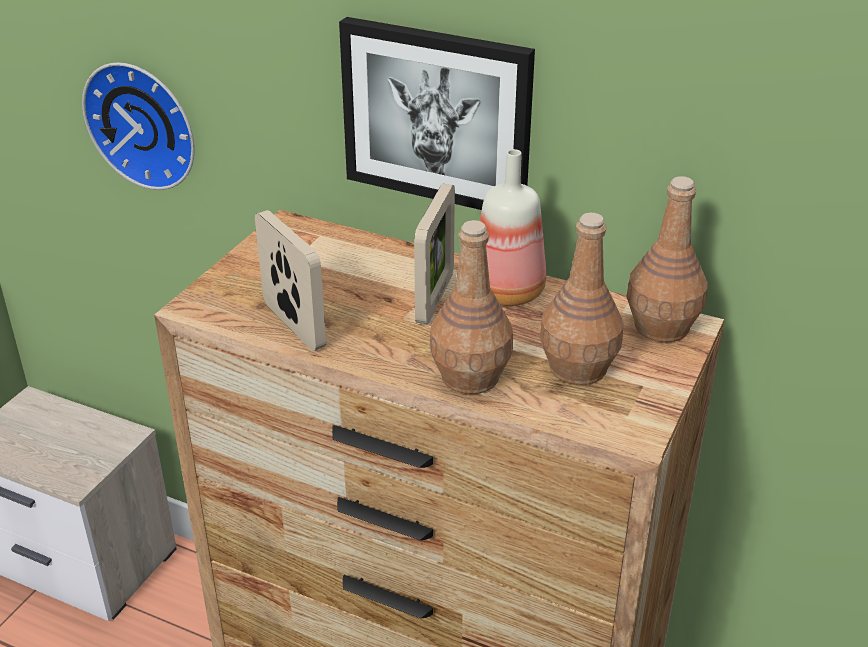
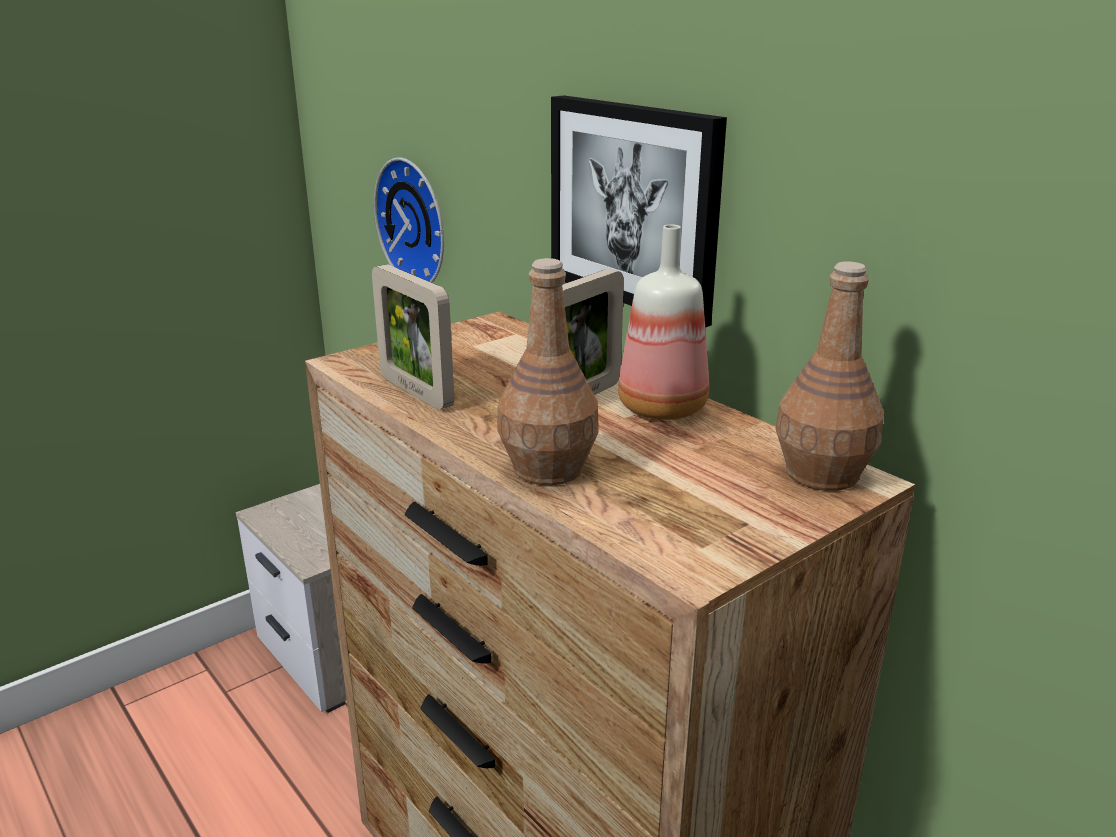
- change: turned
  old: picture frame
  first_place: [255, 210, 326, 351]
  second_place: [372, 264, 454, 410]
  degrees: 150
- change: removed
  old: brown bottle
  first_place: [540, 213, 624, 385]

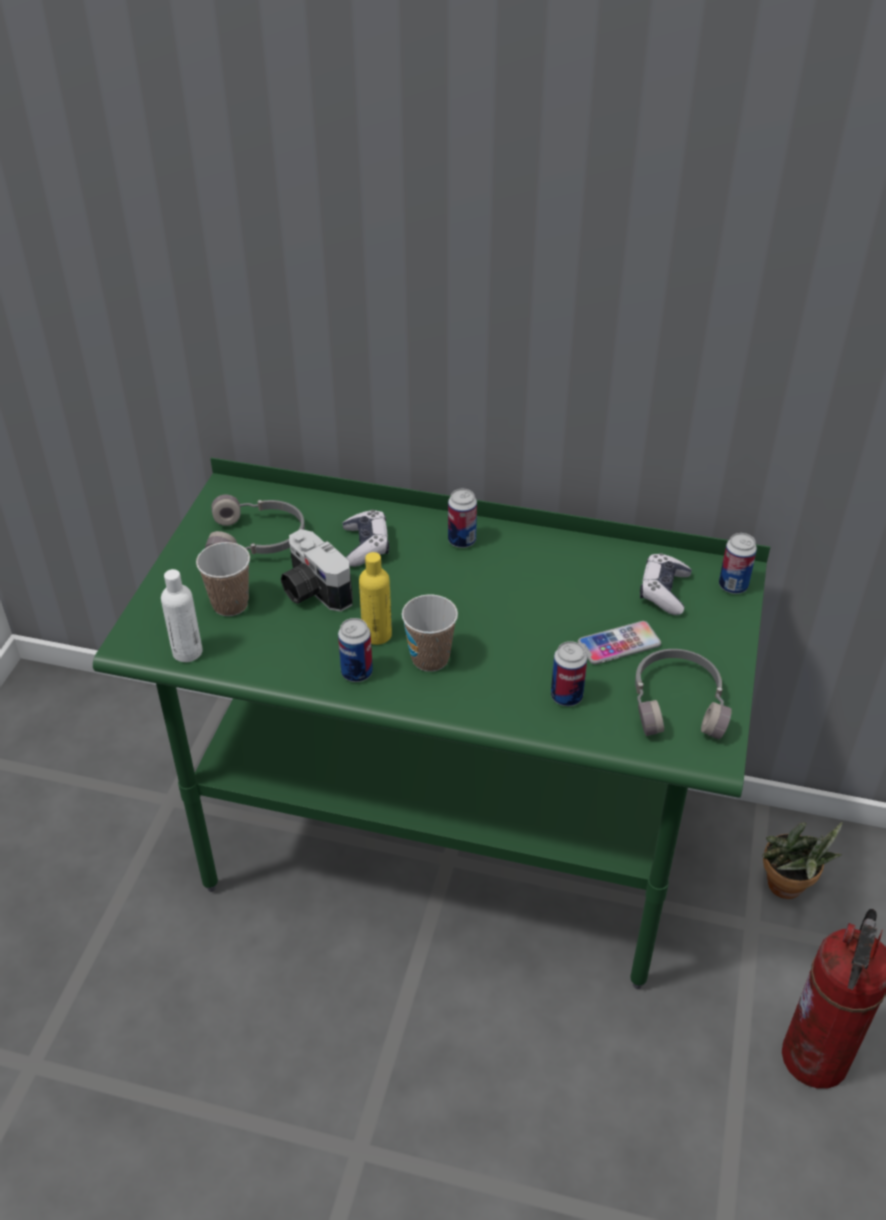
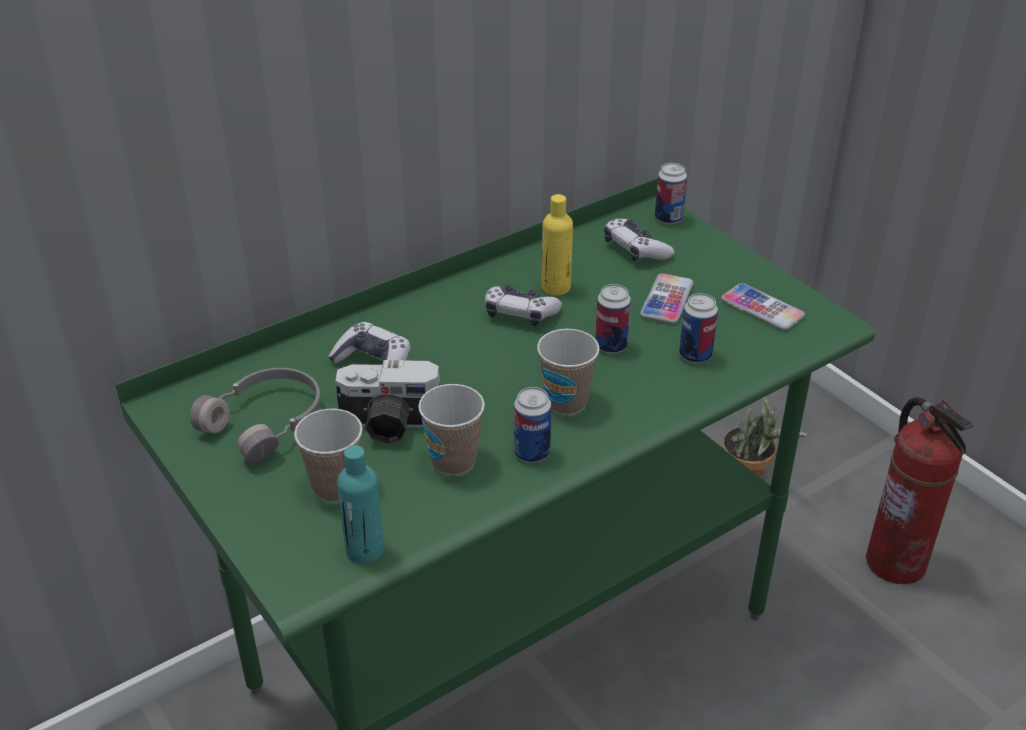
- change: moved
  old: can
  first_place: [448, 489, 477, 548]
  second_place: [595, 284, 631, 354]
- change: moved
  old: yellow bottle
  first_place: [359, 552, 392, 645]
  second_place: [541, 194, 573, 295]
- change: recoloured
  old: white bottle
  new: turquoise bottle
  first_place: [161, 569, 203, 662]
  second_place: [337, 445, 384, 564]
- change: replaced
  old: grey headphones
  new: phone
  first_place: [635, 649, 732, 739]
  second_place: [721, 283, 805, 331]
- change: added
  new: game controller
  second_place: [485, 285, 562, 326]
- change: added
  new: cup
  second_place: [418, 384, 485, 475]

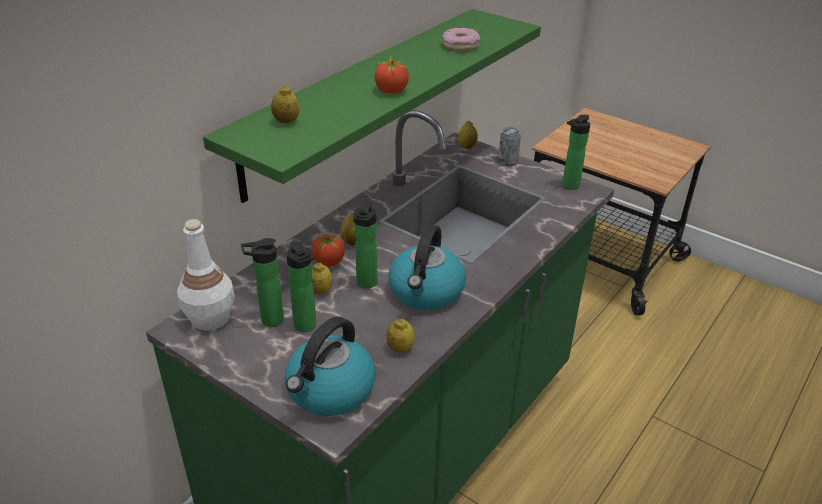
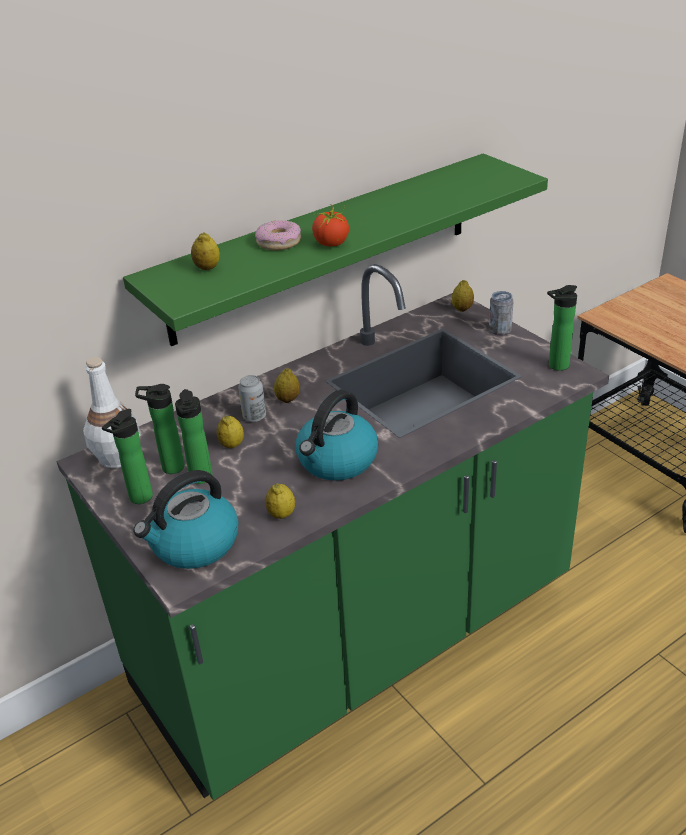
- change: moved
  old: donut
  first_place: [442, 28, 480, 51]
  second_place: [255, 220, 301, 250]
- change: moved
  old: bottle
  first_place: [353, 201, 377, 288]
  second_place: [102, 409, 153, 504]
- change: replaced
  old: tomato
  new: can
  first_place: [311, 227, 345, 266]
  second_place: [238, 375, 266, 422]

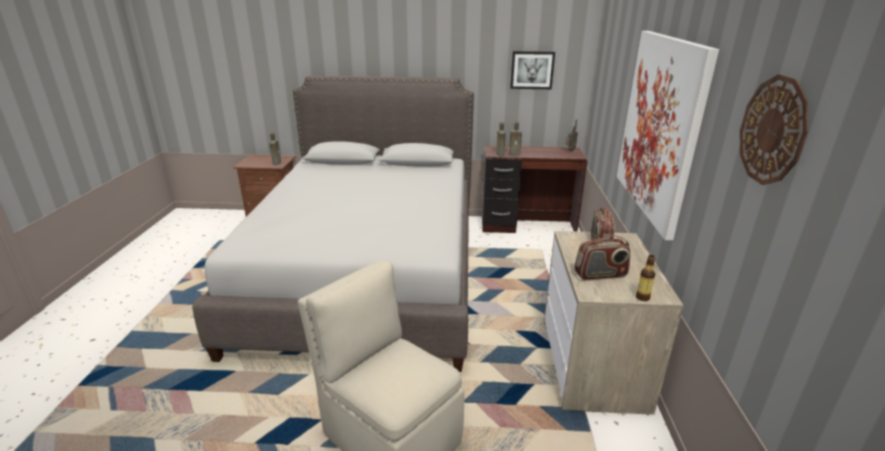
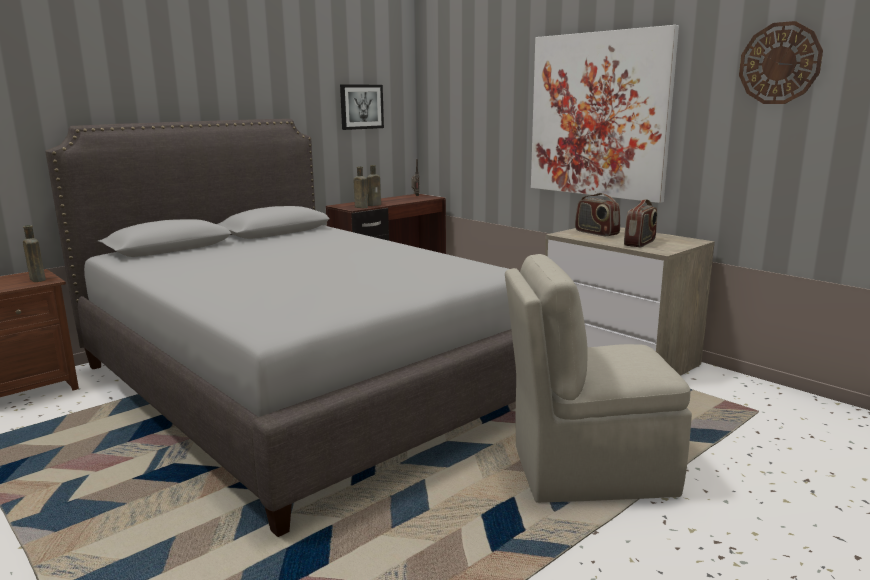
- change: removed
  old: bottle
  first_place: [636, 255, 655, 301]

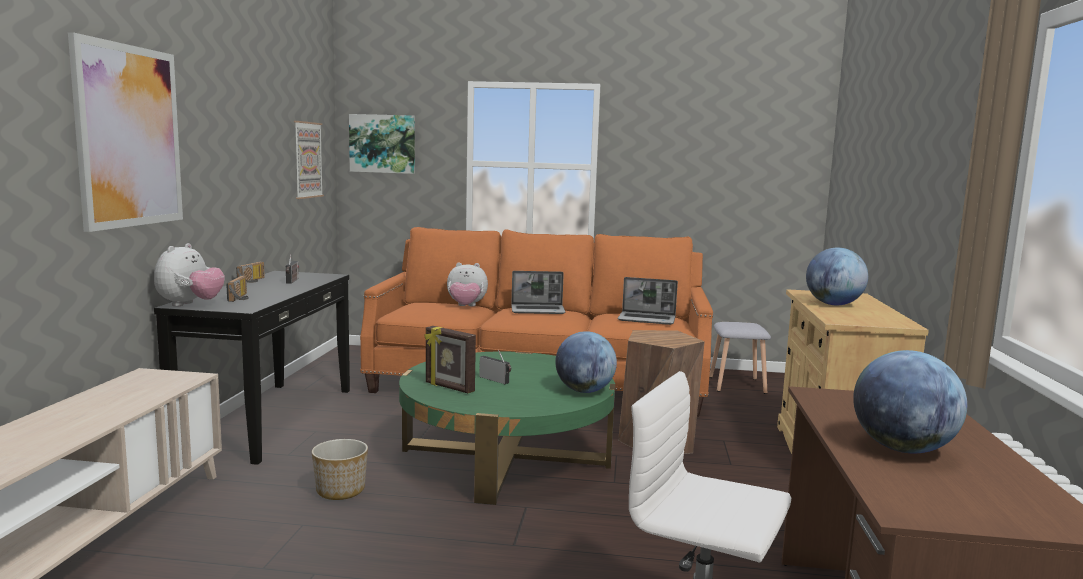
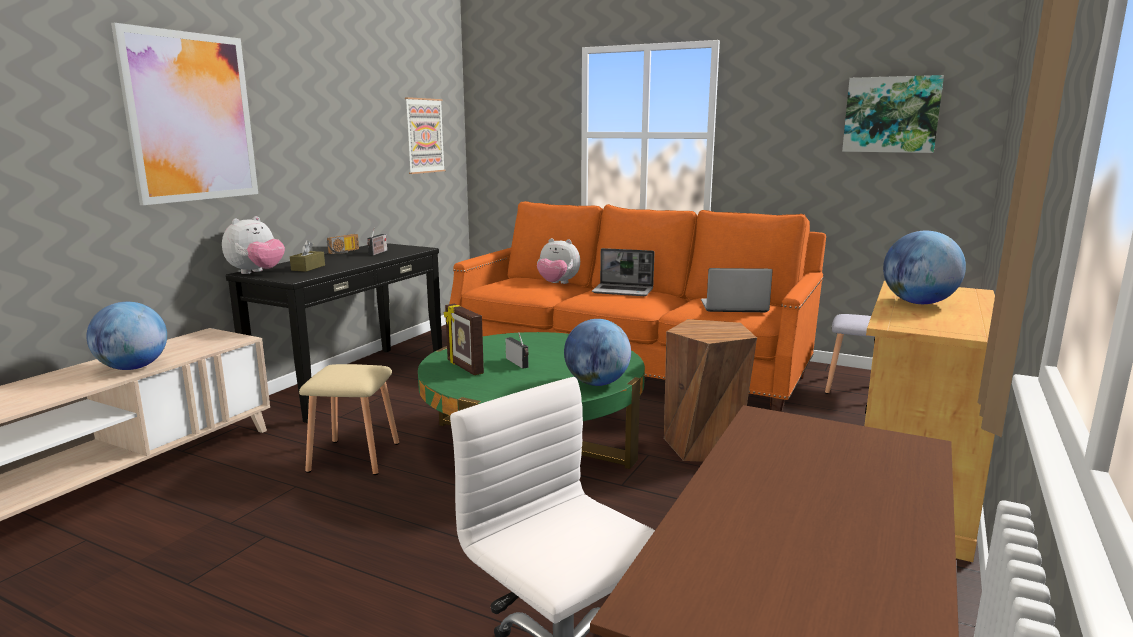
- change: moved
  old: picture
  first_place: [349, 114, 415, 174]
  second_place: [842, 75, 944, 153]
- change: replaced
  old: radio
  new: brown tissue box
  first_place: [226, 276, 249, 302]
  second_place: [290, 240, 325, 272]
- change: turned
  old: laptop
  first_place: [618, 277, 678, 325]
  second_place: [701, 268, 773, 312]
  degrees: 150
- change: moved
  old: globe
  first_place: [853, 350, 967, 453]
  second_place: [86, 302, 167, 370]
- change: replaced
  old: planter
  new: beige stool
  first_place: [312, 439, 368, 500]
  second_place: [299, 364, 399, 475]

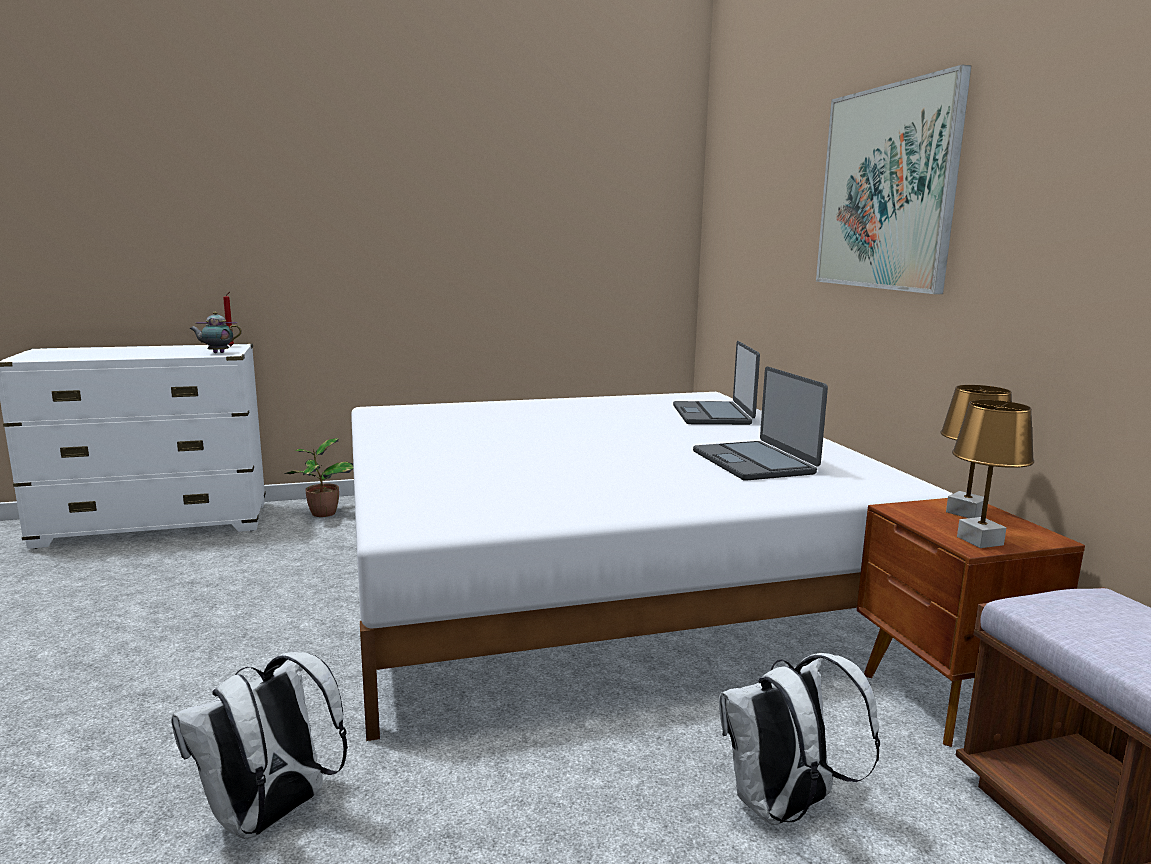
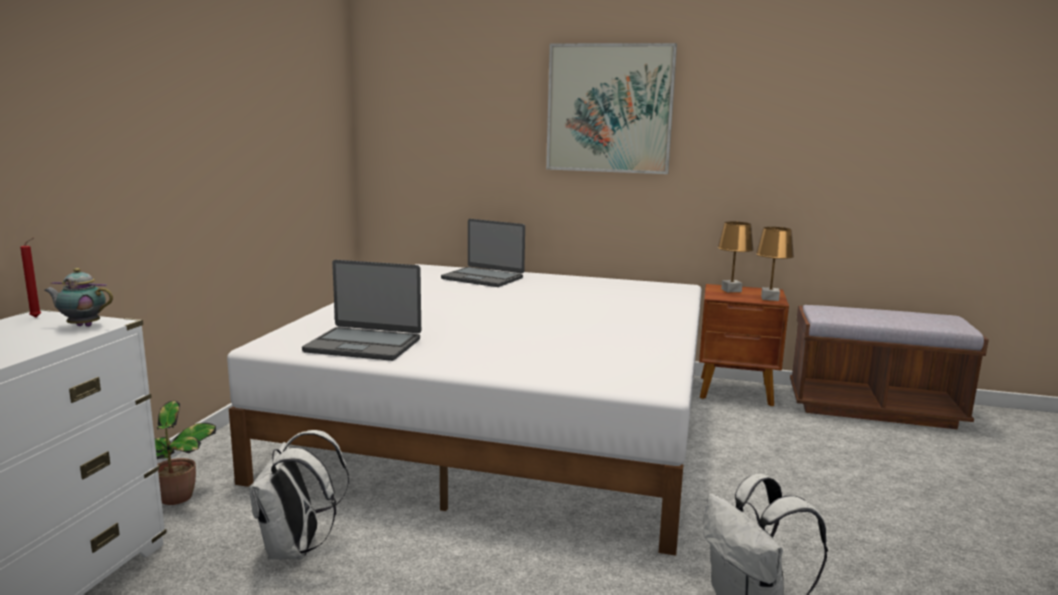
- change: turned
  old: teapot
  first_place: [189, 312, 242, 353]
  second_place: [44, 268, 113, 327]
  degrees: 75
- change: moved
  old: laptop
  first_place: [693, 366, 828, 481]
  second_place: [302, 260, 421, 361]
- change: moved
  old: white backpack
  first_place: [719, 653, 880, 825]
  second_place: [250, 430, 349, 560]

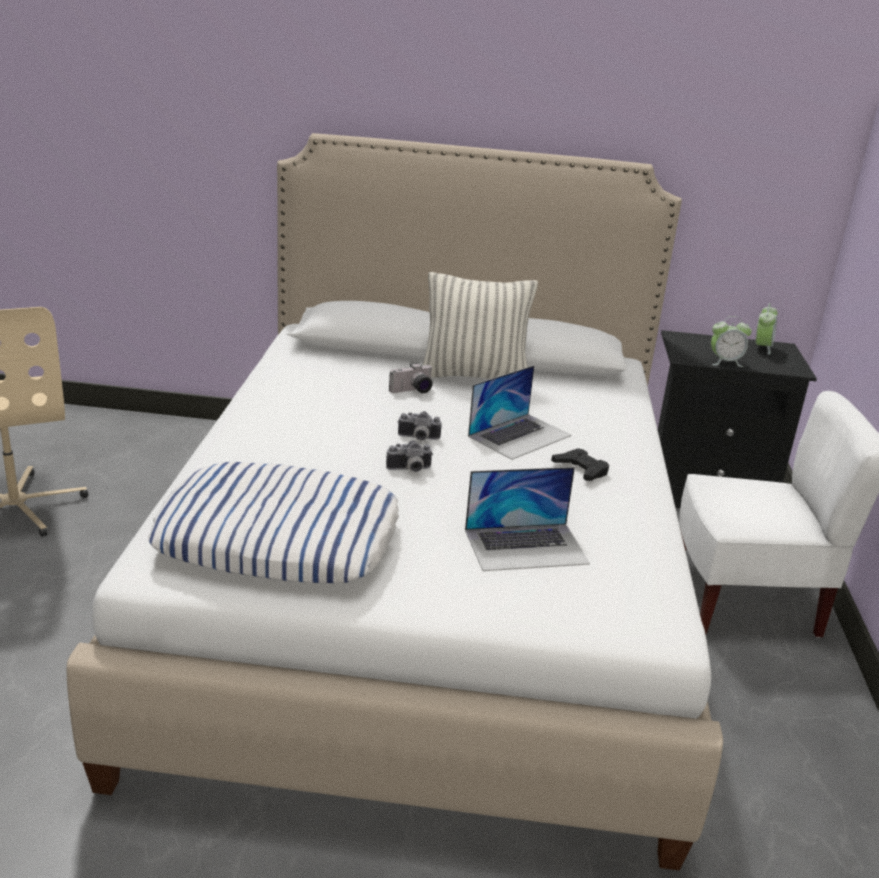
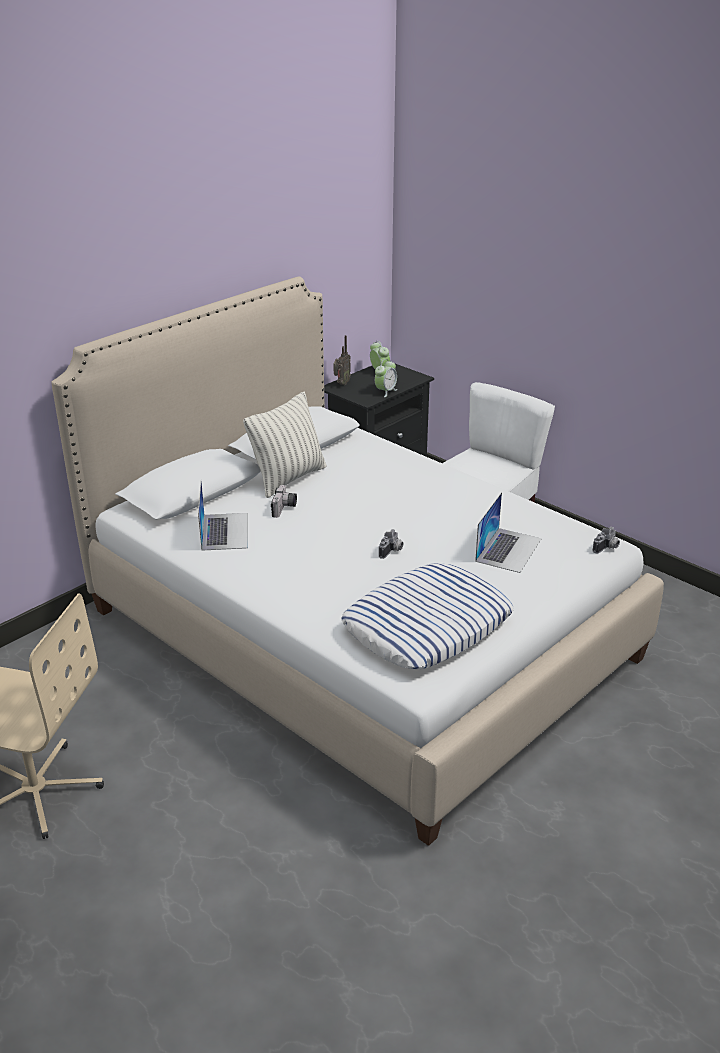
- change: moved
  old: laptop
  first_place: [468, 365, 572, 460]
  second_place: [198, 482, 248, 551]
- change: moved
  old: photo camera
  first_place: [398, 411, 442, 441]
  second_place: [593, 527, 620, 554]
- change: removed
  old: black game controller
  first_place: [551, 448, 609, 481]
- change: added
  new: radio
  second_place: [334, 335, 351, 385]

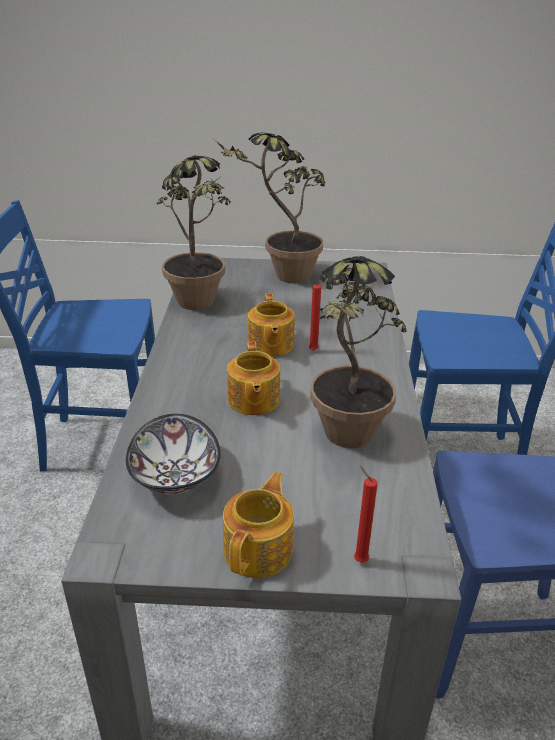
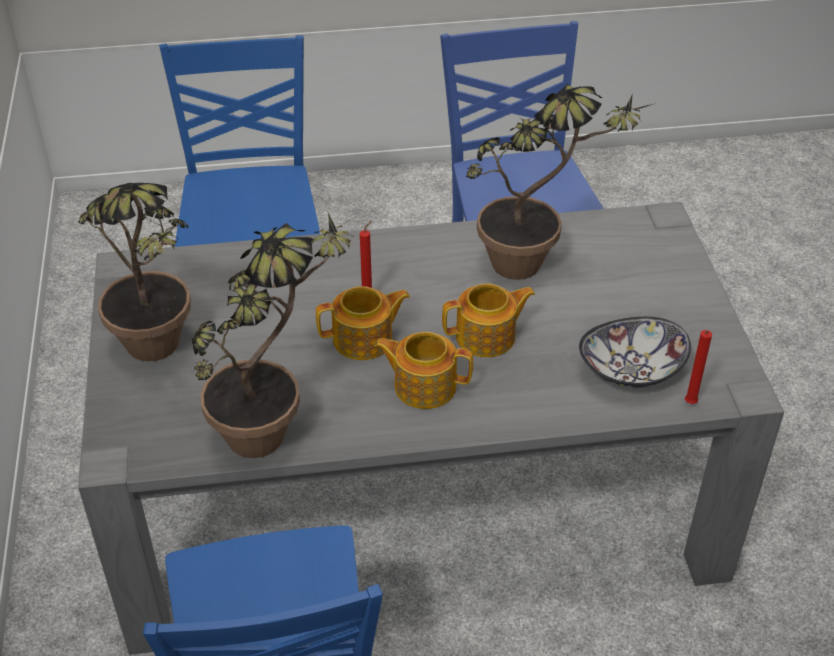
- change: moved
  old: red candle
  first_place: [354, 466, 378, 563]
  second_place: [685, 330, 712, 404]
- change: moved
  old: teapot
  first_place: [223, 472, 294, 578]
  second_place: [374, 332, 473, 409]

